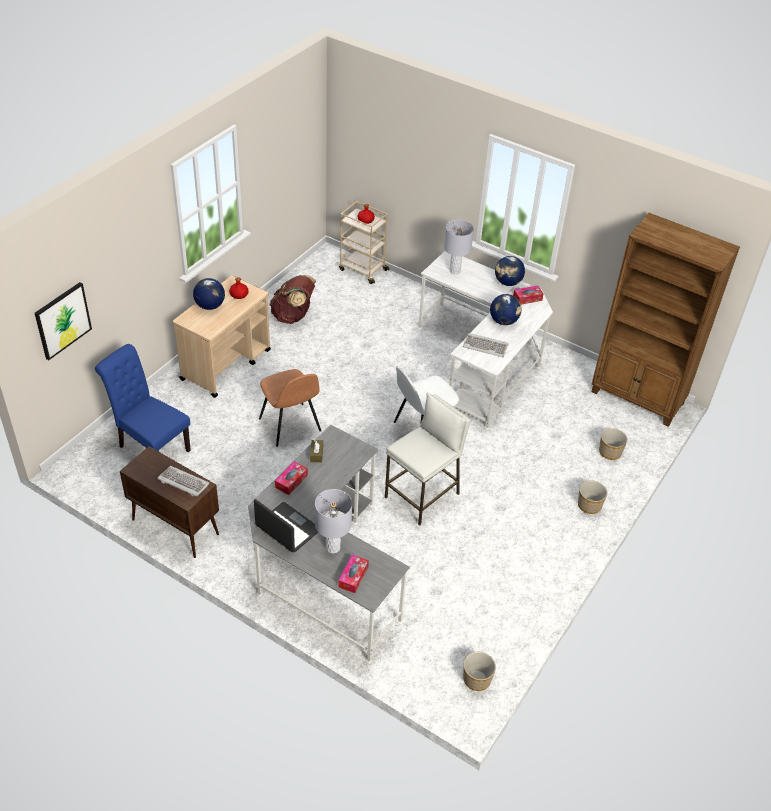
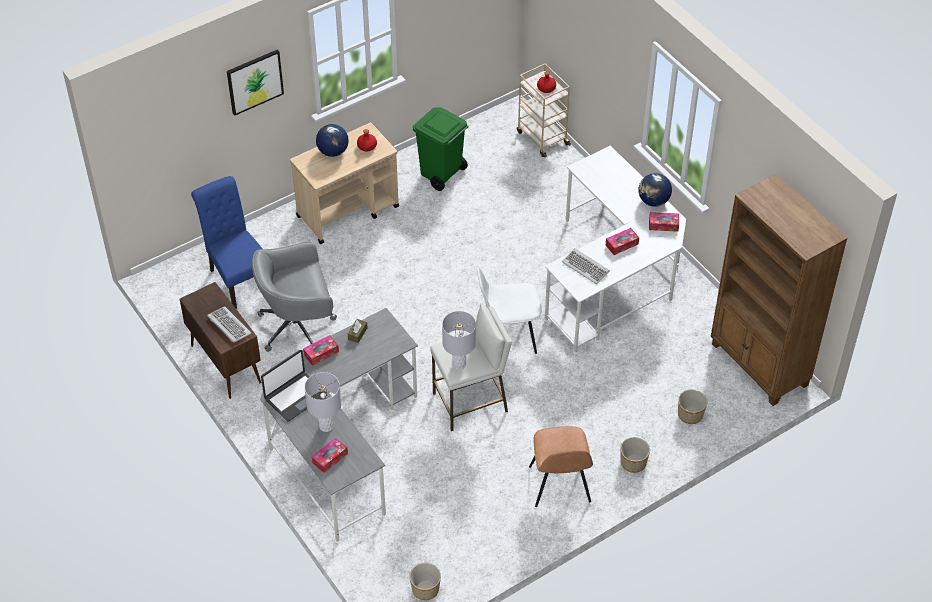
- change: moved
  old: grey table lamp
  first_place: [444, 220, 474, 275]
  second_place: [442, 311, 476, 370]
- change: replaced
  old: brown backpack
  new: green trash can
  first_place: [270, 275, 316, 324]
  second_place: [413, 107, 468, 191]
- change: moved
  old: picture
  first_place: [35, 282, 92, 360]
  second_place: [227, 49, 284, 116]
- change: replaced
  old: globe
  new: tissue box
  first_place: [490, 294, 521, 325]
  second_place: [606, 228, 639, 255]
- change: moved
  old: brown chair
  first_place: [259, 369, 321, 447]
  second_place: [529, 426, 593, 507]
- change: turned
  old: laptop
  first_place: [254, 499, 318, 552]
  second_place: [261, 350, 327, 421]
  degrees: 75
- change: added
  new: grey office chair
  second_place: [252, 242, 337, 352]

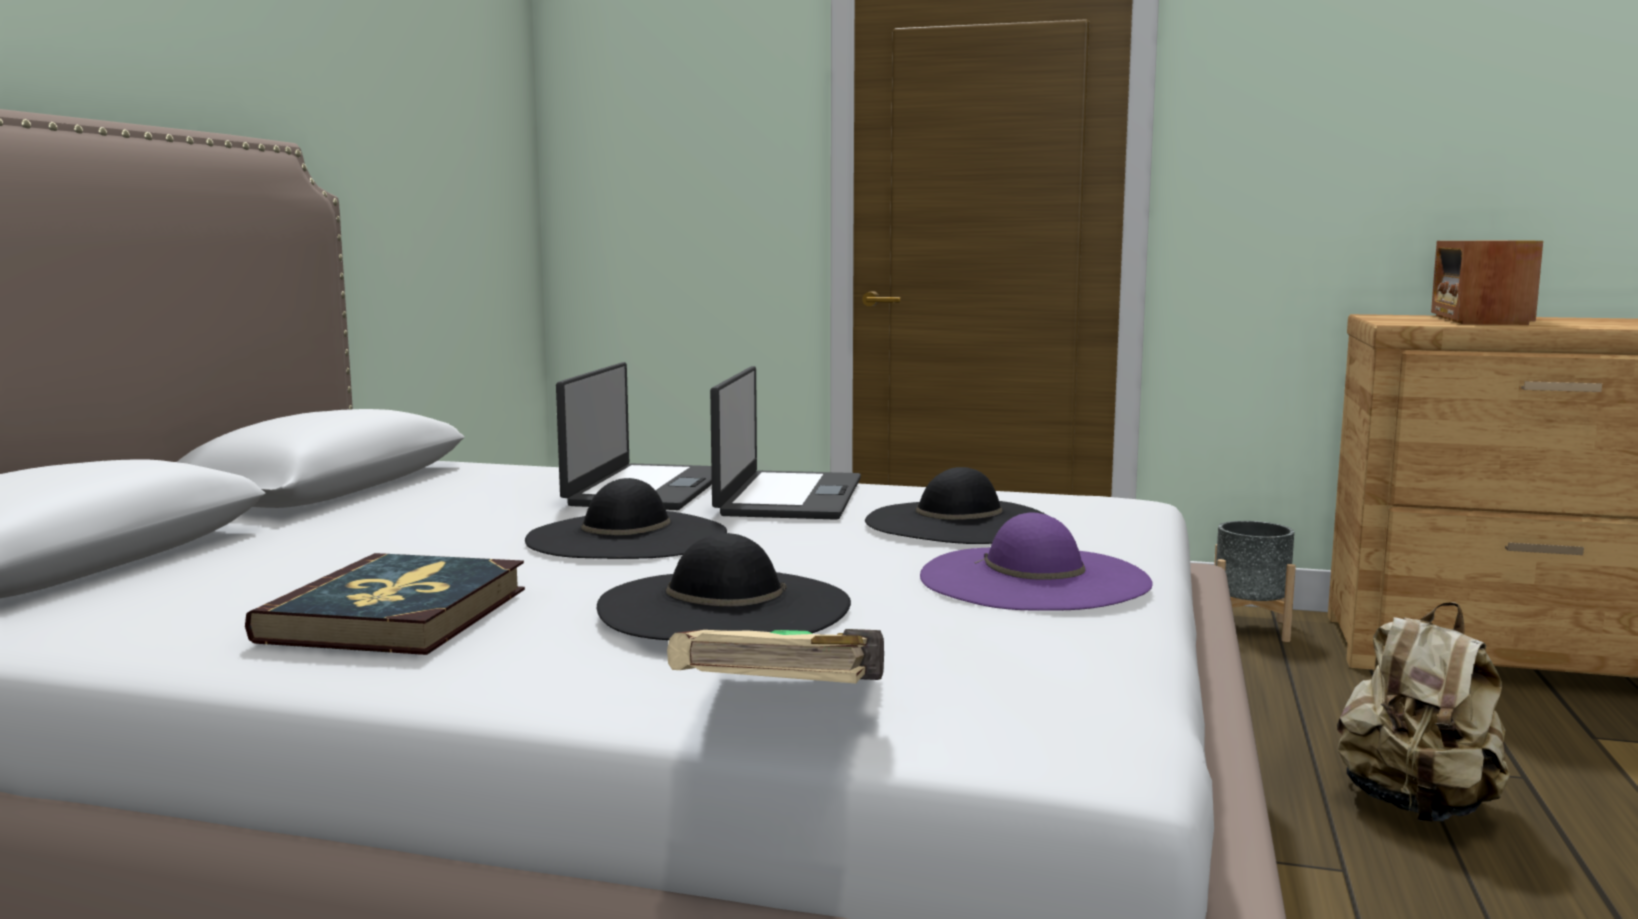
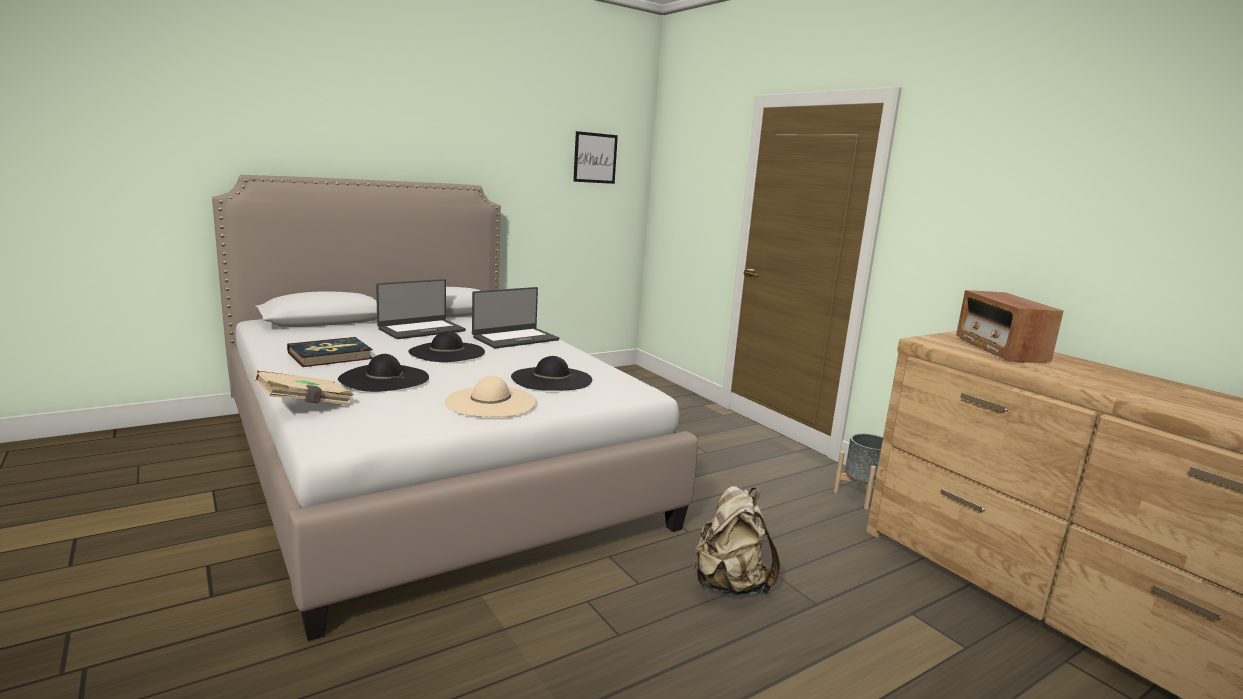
- change: turned
  old: radio
  first_place: [1431, 240, 1543, 325]
  second_place: [956, 290, 1064, 363]
  degrees: -60
- change: moved
  old: laptop
  first_place: [710, 366, 861, 520]
  second_place: [376, 279, 466, 339]
- change: recoloured
  old: purple hat
  new: beige hat
  first_place: [920, 512, 1153, 611]
  second_place: [445, 376, 536, 417]
- change: added
  new: picture
  second_place: [573, 131, 618, 184]

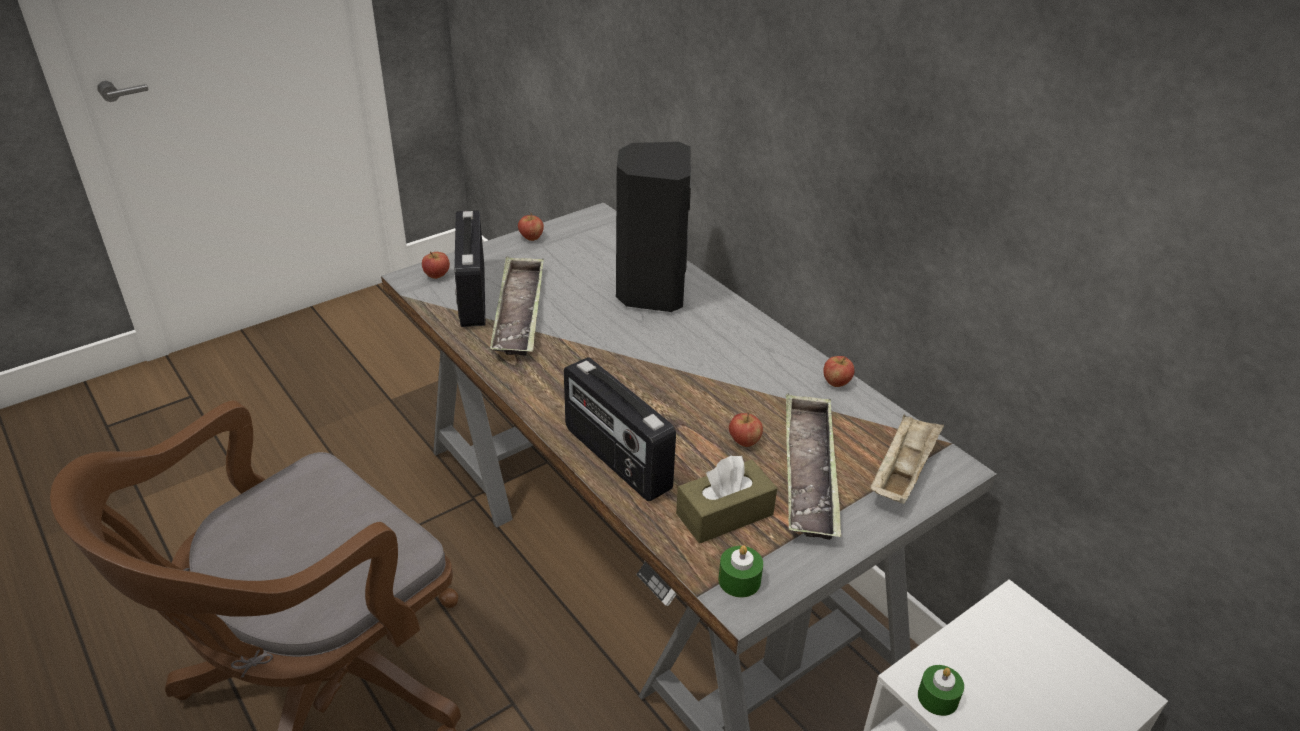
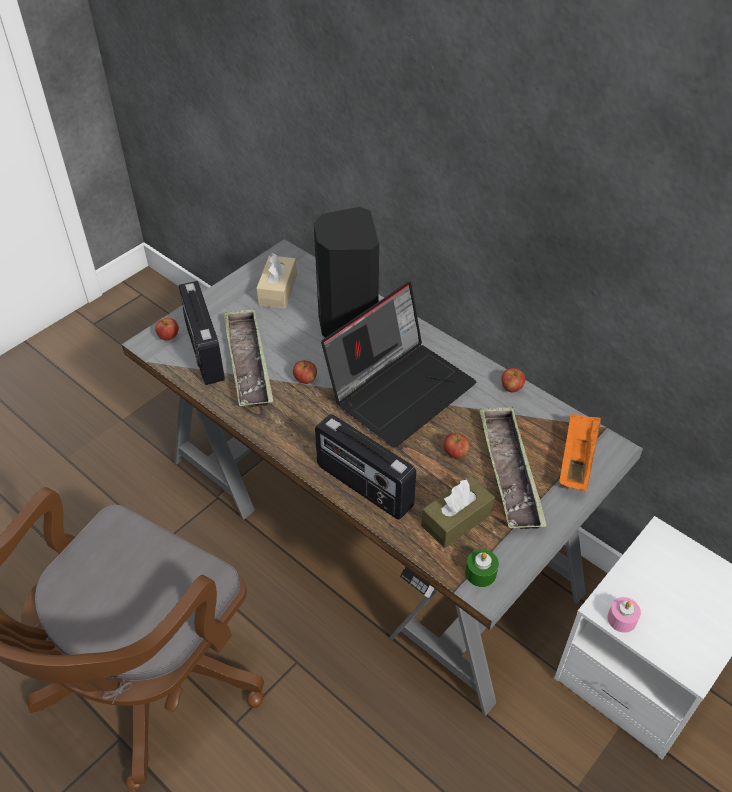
- change: moved
  old: apple
  first_place: [518, 213, 544, 241]
  second_place: [293, 360, 317, 384]
- change: recoloured
  old: beige tray
  new: orange tray
  first_place: [870, 414, 944, 504]
  second_place: [559, 414, 601, 491]
- change: recoloured
  old: green candle
  new: pink candle
  first_place: [918, 665, 964, 716]
  second_place: [607, 597, 641, 633]
- change: added
  new: beige tissue box
  second_place: [256, 253, 297, 309]
- change: added
  new: laptop
  second_place: [321, 282, 476, 448]

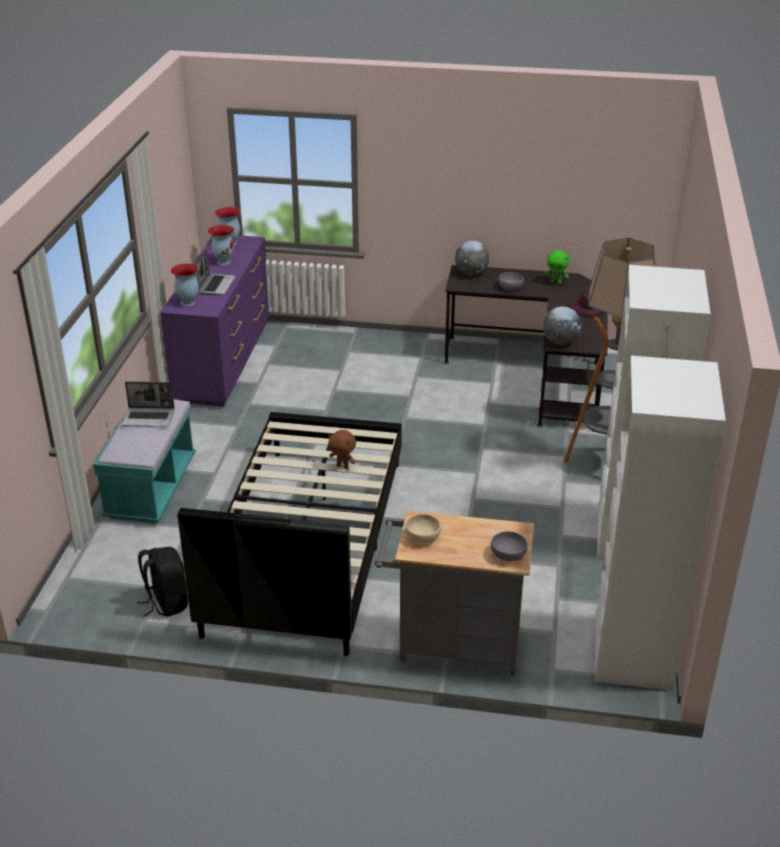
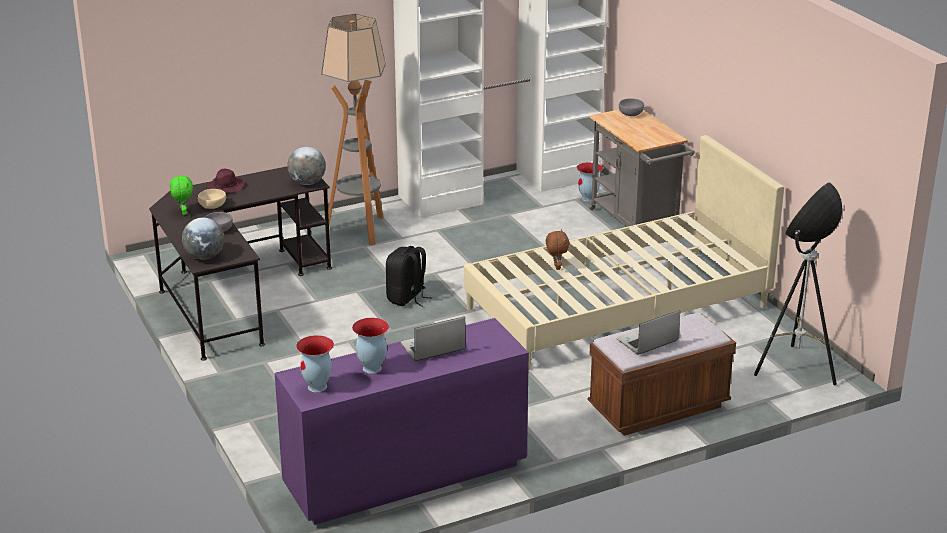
- change: moved
  old: vase
  first_place: [170, 263, 199, 306]
  second_place: [577, 162, 603, 202]
- change: turned
  old: laptop
  first_place: [122, 381, 174, 427]
  second_place: [616, 310, 680, 355]
  degrees: -90
- change: recoloured
  old: turquoise bench
  new: brown bench
  first_place: [93, 400, 196, 523]
  second_place: [588, 313, 736, 436]
- change: recoloured
  old: black bed
  new: beige bed
  first_place: [177, 412, 402, 656]
  second_place: [464, 135, 784, 370]
- change: moved
  old: beige bowl
  first_place: [406, 514, 441, 544]
  second_place: [198, 189, 226, 209]
- change: moved
  old: black backpack
  first_place: [137, 547, 188, 617]
  second_place: [386, 246, 432, 307]
- change: added
  new: floor lamp
  second_place: [754, 182, 842, 385]

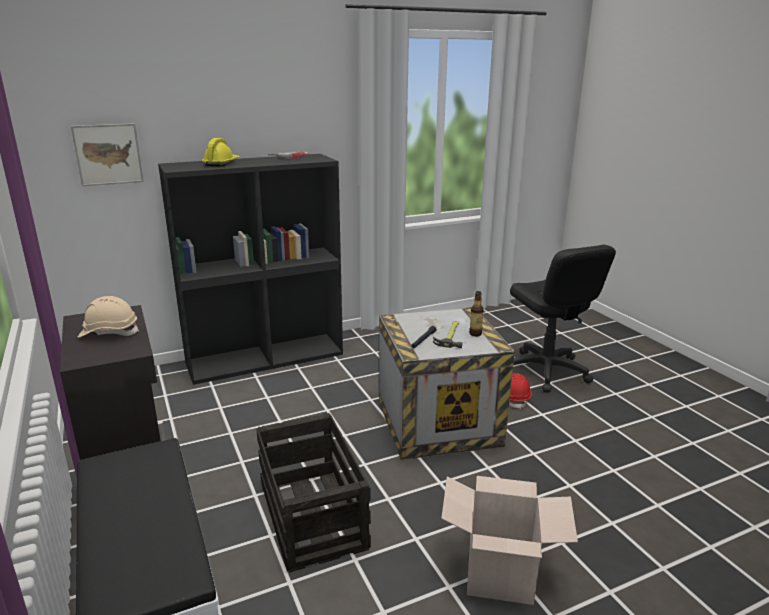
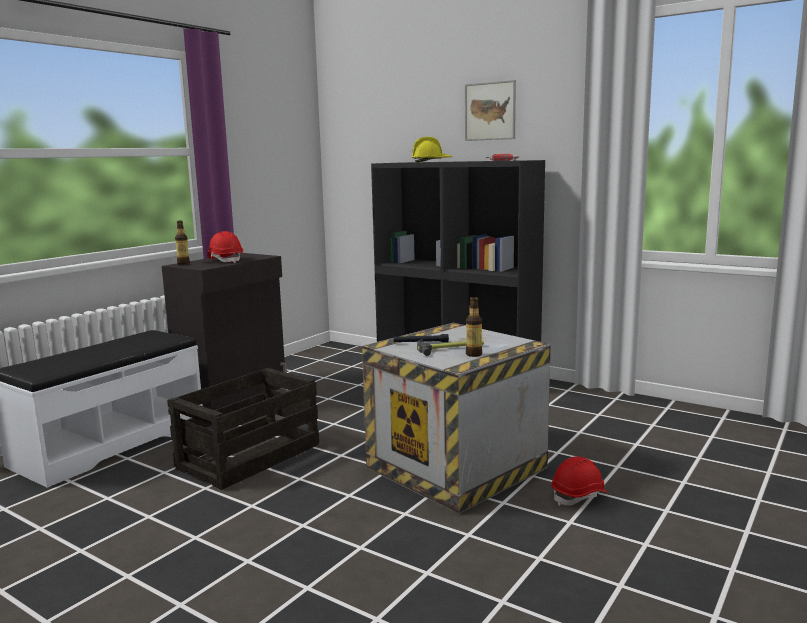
- change: moved
  old: picture
  first_place: [71, 123, 144, 186]
  second_place: [465, 80, 516, 141]
- change: removed
  old: black office chair
  first_place: [510, 245, 616, 393]
- change: recoloured
  old: beige hard hat
  new: red hard hat
  first_place: [78, 296, 140, 338]
  second_place: [207, 231, 243, 263]
- change: removed
  old: cardboard box
  first_place: [441, 476, 578, 605]
- change: added
  new: bottle
  second_place: [175, 220, 190, 264]

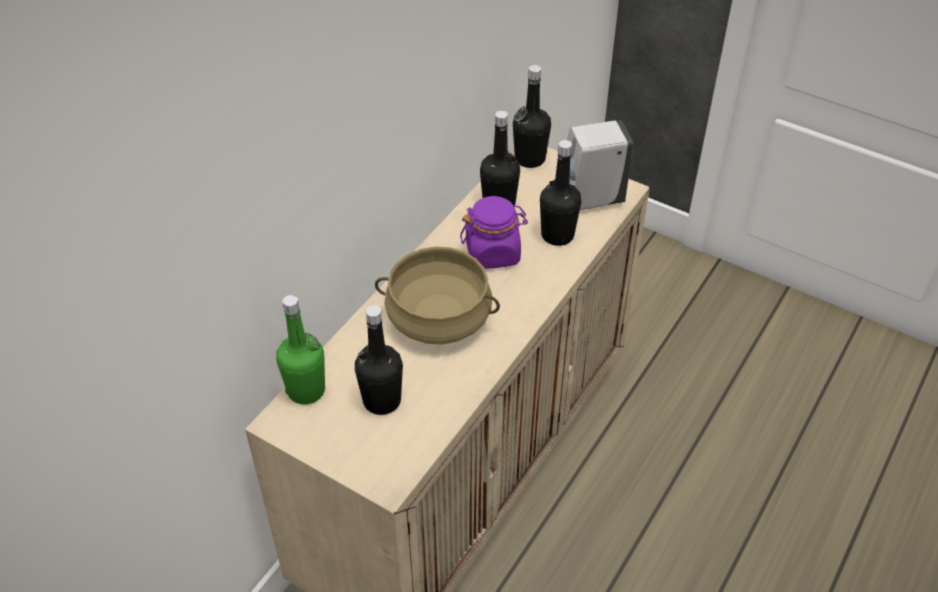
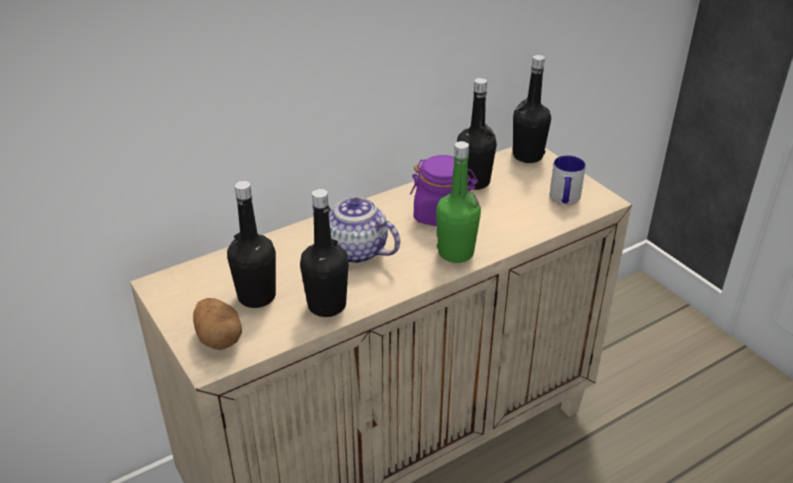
- change: replaced
  old: white soap dispenser
  new: mug
  first_place: [567, 120, 633, 210]
  second_place: [550, 155, 586, 204]
- change: moved
  old: black bottle
  first_place: [540, 140, 581, 246]
  second_place: [300, 189, 349, 317]
- change: replaced
  old: beige cooking pot
  new: teapot
  first_place: [375, 247, 500, 345]
  second_place: [328, 197, 400, 264]
- change: moved
  old: green bottle
  first_place: [276, 295, 325, 404]
  second_place: [436, 141, 481, 263]
- change: added
  new: potato
  second_place: [193, 298, 242, 350]

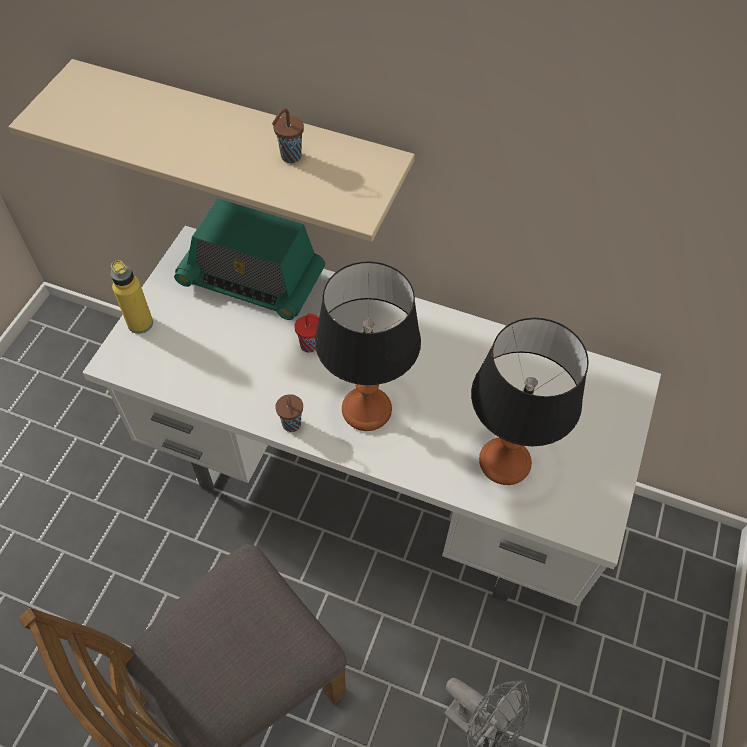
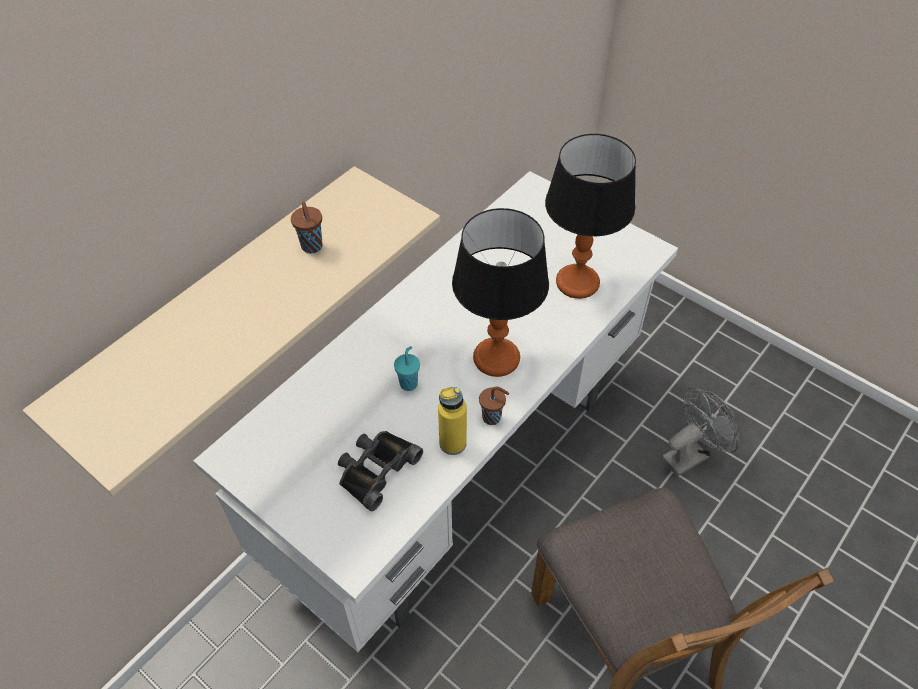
- change: removed
  old: radio
  first_place: [174, 199, 325, 320]
- change: moved
  old: yellow bottle
  first_place: [110, 260, 153, 334]
  second_place: [438, 386, 467, 455]
- change: recoloured
  old: red cup
  new: turquoise cup
  first_place: [294, 314, 319, 353]
  second_place: [394, 346, 420, 391]
- change: added
  new: black binoculars
  second_place: [338, 431, 423, 511]

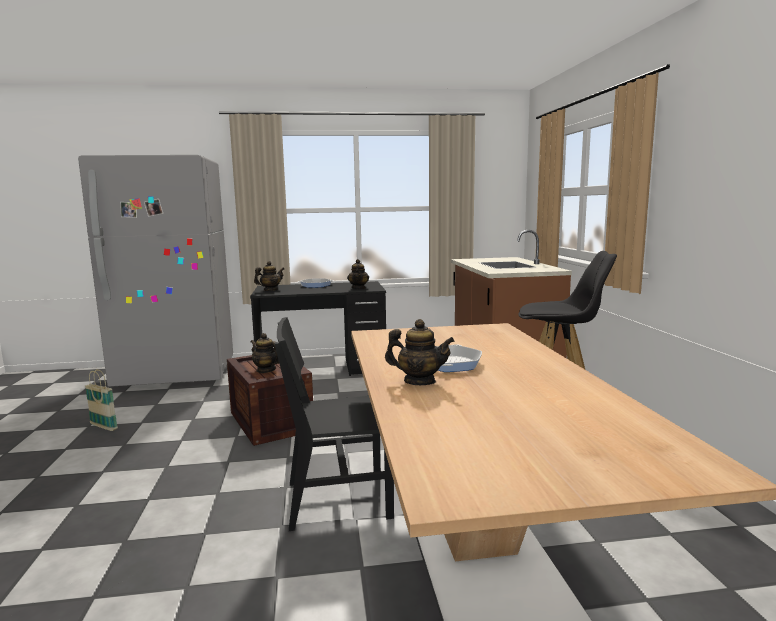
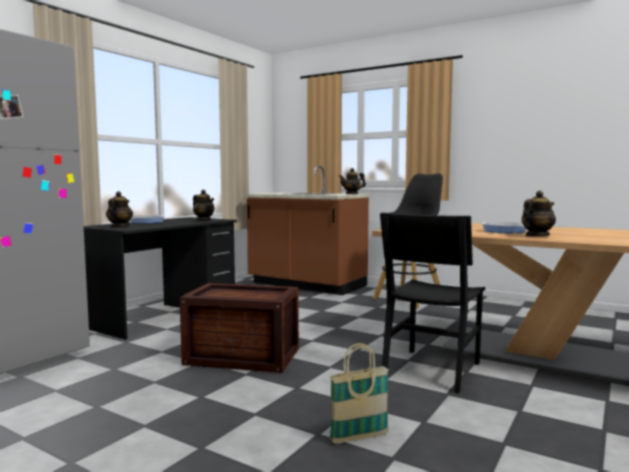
- change: moved
  old: teapot
  first_place: [251, 333, 279, 373]
  second_place: [339, 168, 366, 194]
- change: moved
  old: basket
  first_place: [85, 369, 118, 431]
  second_place: [329, 343, 389, 444]

